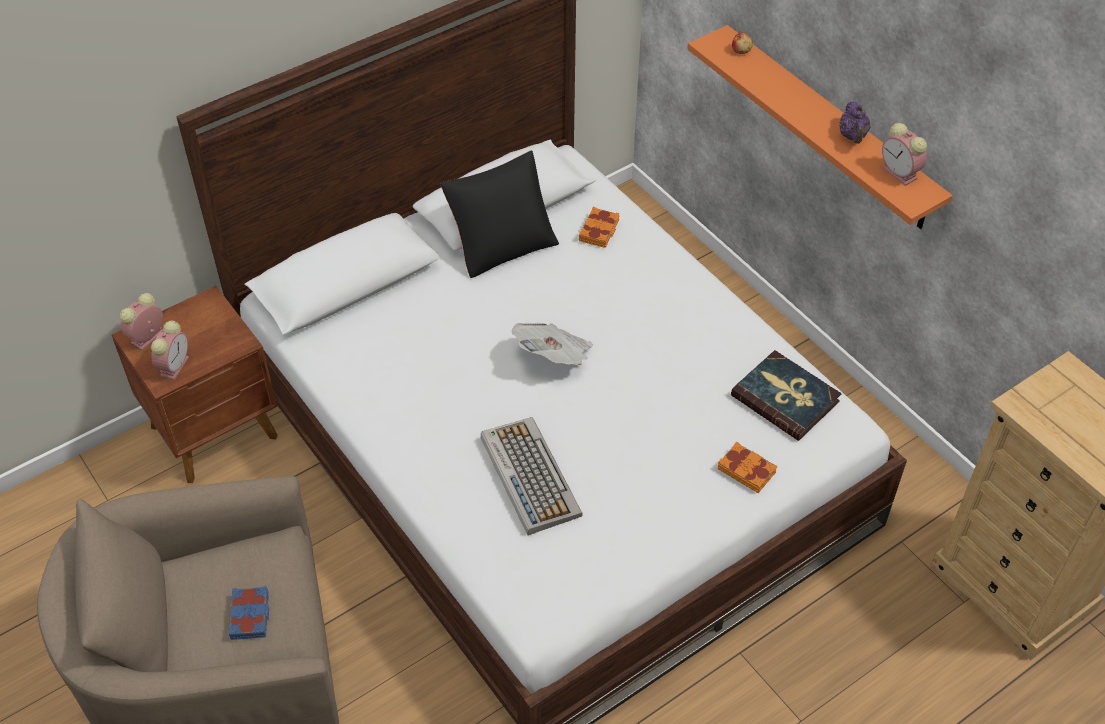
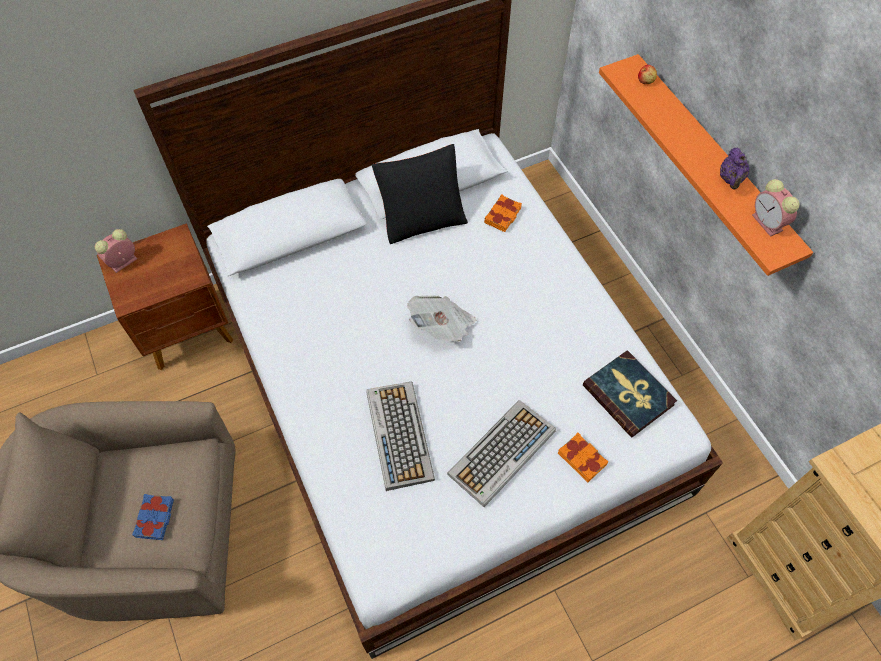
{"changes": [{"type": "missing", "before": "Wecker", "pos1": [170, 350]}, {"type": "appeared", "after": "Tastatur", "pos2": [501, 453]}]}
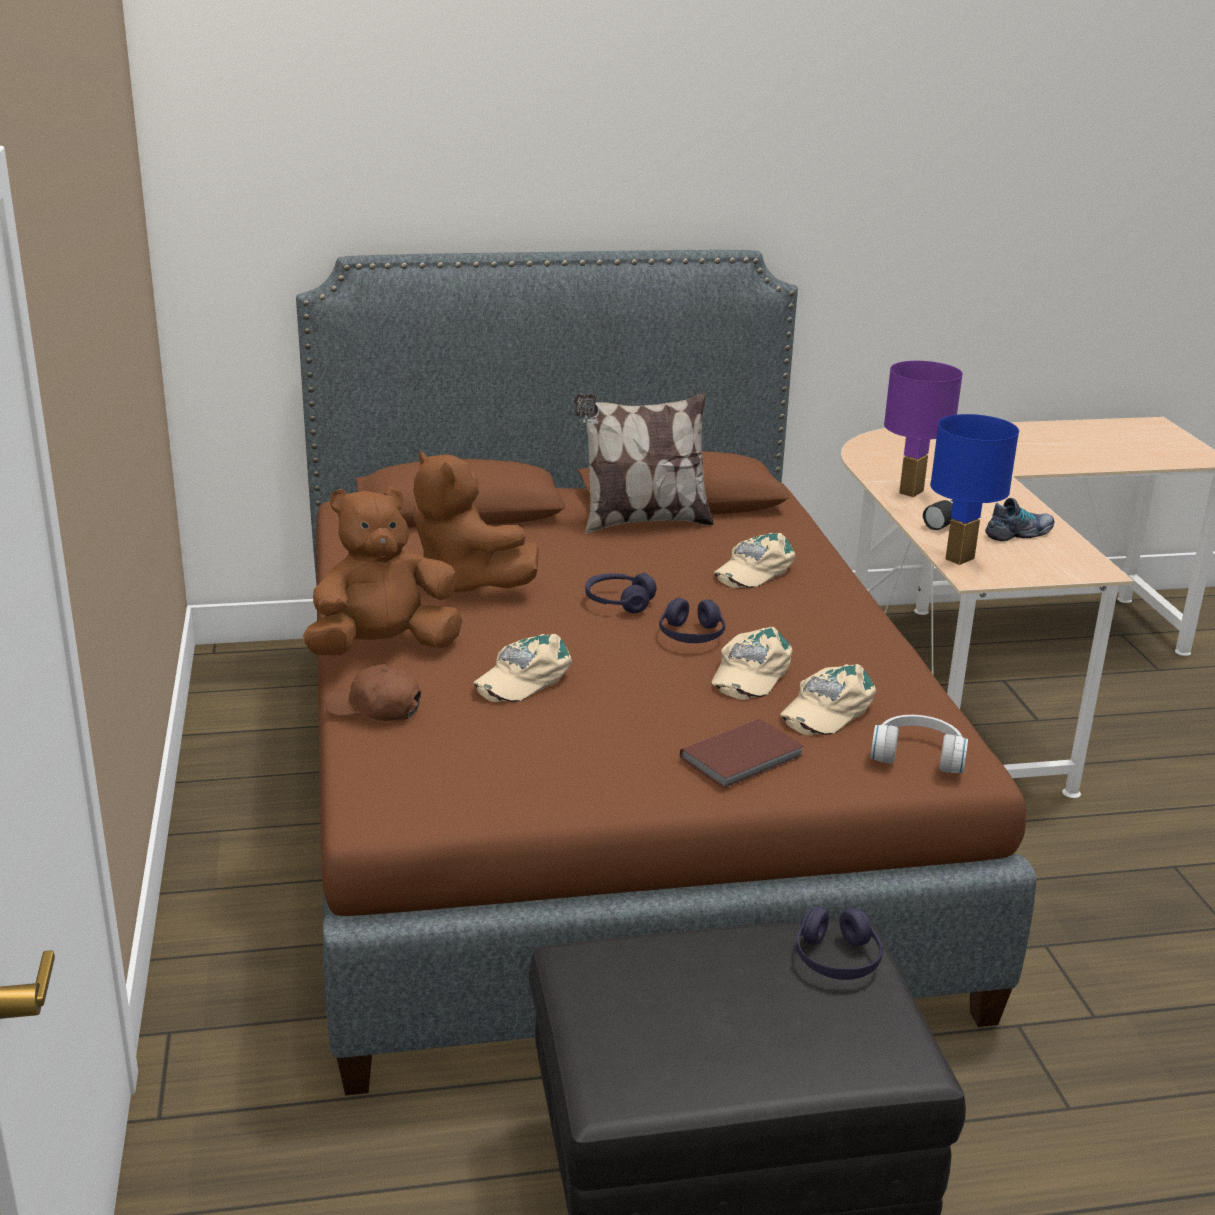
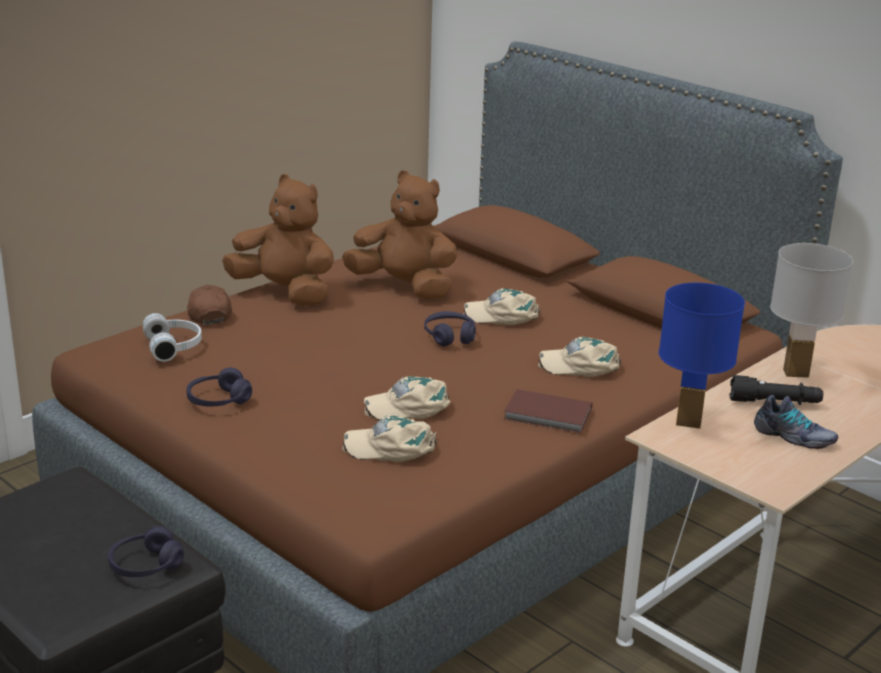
{"changes": [{"type": "missing", "before": "Kissen", "pos1": [644, 463]}, {"type": "relocated", "before": "Kappe (beige)", "pos1": [522, 668], "pos2": [501, 306]}, {"type": "relocated", "before": "Kopfhörer (lila)", "pos1": [692, 620], "pos2": [219, 387]}, {"type": "relocated", "before": "Buch (braun)", "pos1": [742, 754], "pos2": [548, 411]}, {"type": "relocated", "before": "Kopfhörer (weiß)", "pos1": [919, 744], "pos2": [172, 337]}, {"type": "colour", "before": "Tischlampe (lila)", "after": "Tischlampe (weiß)", "pos1": [923, 429], "pos2": [811, 310]}, {"type": "spun", "before": "Plüschtier (braun)", "pos1": [476, 524], "pos2": [399, 234], "turn": 105}]}
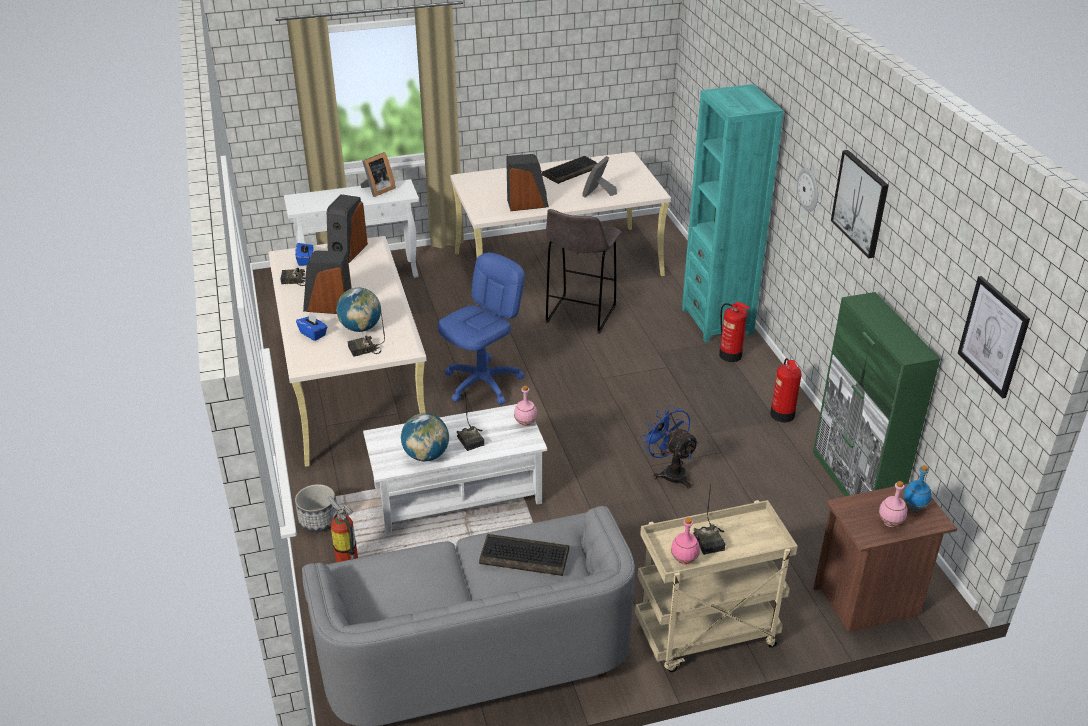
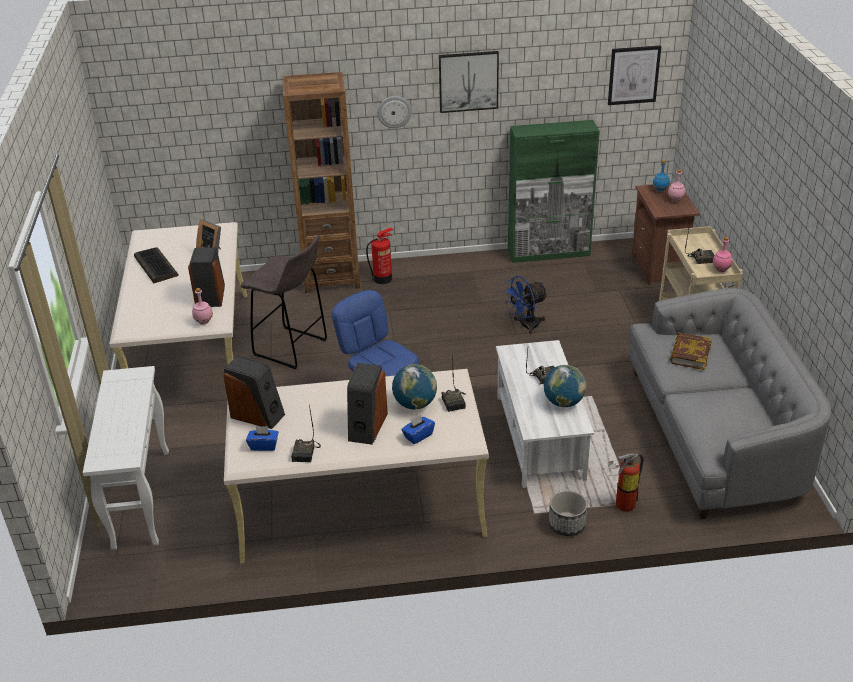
{"changes": [{"type": "missing", "before": "Bilderrahmen", "pos1": [378, 174]}, {"type": "missing", "before": "Feuerlöscher", "pos1": [786, 390]}, {"type": "relocated", "before": "Flasche (rosa)", "pos1": [525, 406], "pos2": [202, 306]}, {"type": "exchanged", "before": "Tastatur", "after": "Buch", "pos1": [524, 555], "pos2": [691, 351]}, {"type": "colour", "before": "Bücherregal (türkis)", "after": "Bücherregal (braun)", "pos1": [733, 213], "pos2": [321, 182]}]}
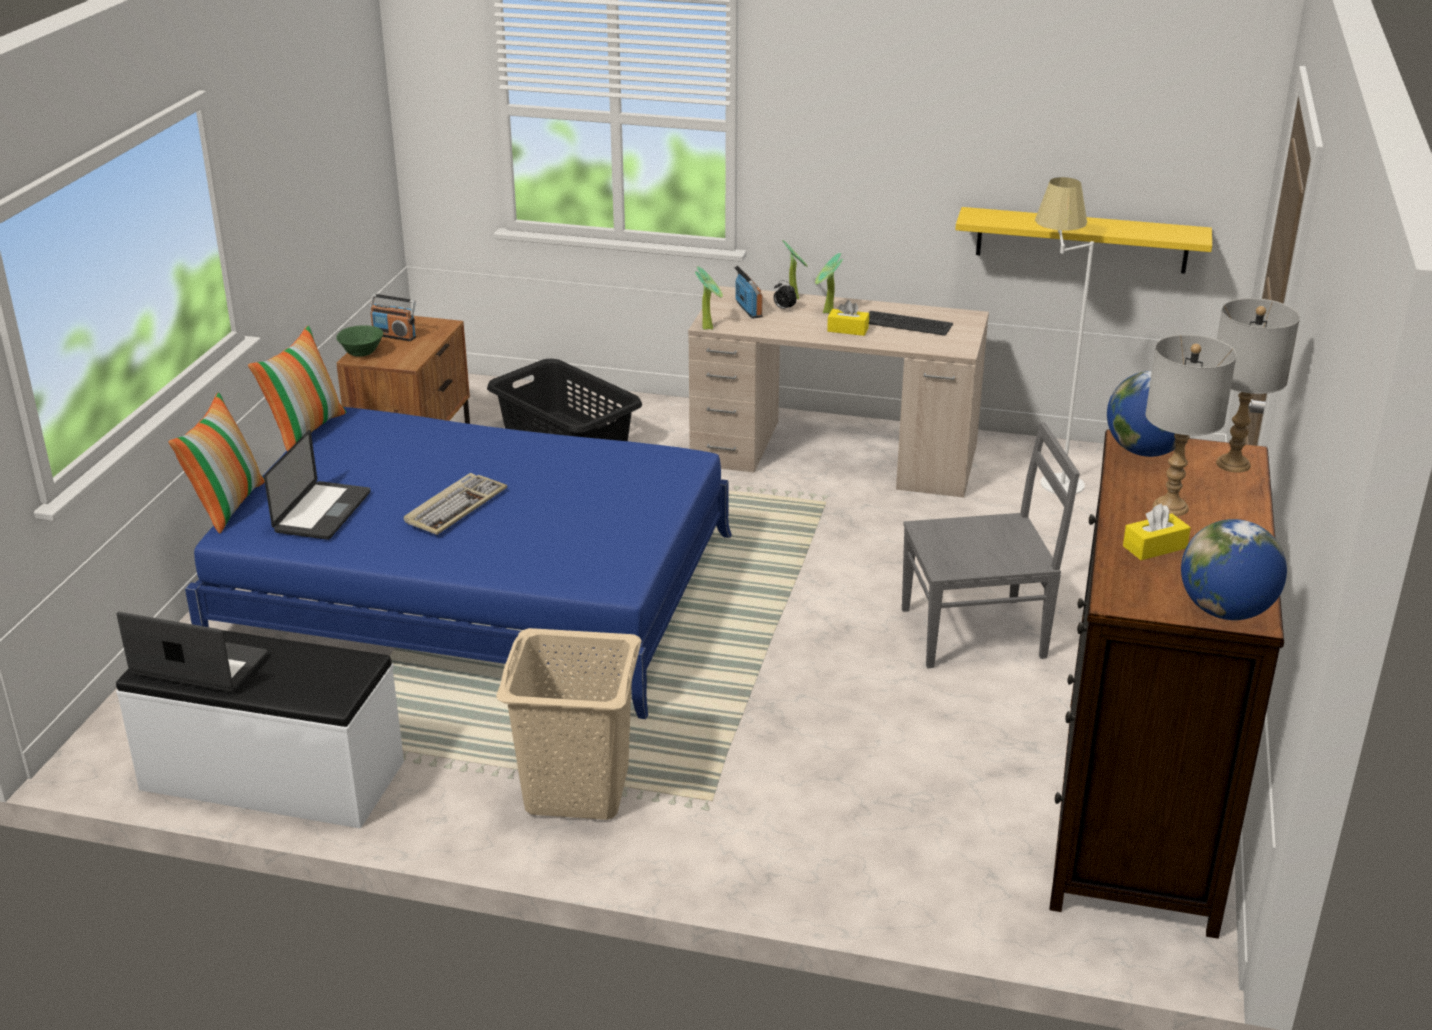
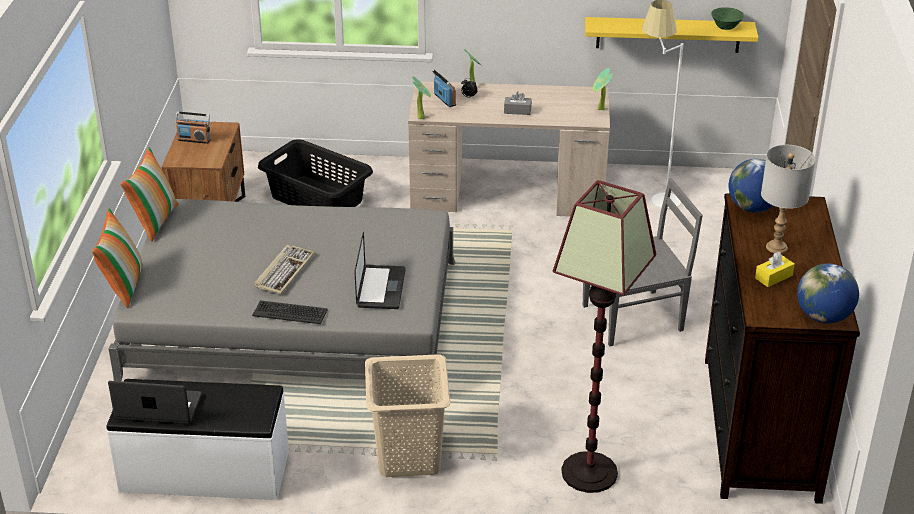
{"changes": [{"type": "missing", "before": "Tischlampe (grau)", "pos1": [1258, 385]}, {"type": "appeared", "after": "Stehlampe", "pos2": [604, 336]}, {"type": "relocated", "before": "Laptop", "pos1": [317, 485], "pos2": [380, 270]}, {"type": "relocated", "before": "Schüssel (grün)", "pos1": [359, 341], "pos2": [727, 18]}, {"type": "relocated", "before": "Topfpflanze", "pos1": [829, 283], "pos2": [602, 89]}, {"type": "relocated", "before": "Tastatur", "pos1": [911, 323], "pos2": [290, 312]}, {"type": "colour", "before": "Bett (blau)", "after": "Bett (grau)", "pos1": [458, 563], "pos2": [281, 293]}, {"type": "colour", "before": "Taschentuchbox (gelb)", "after": "Taschentuchbox (grau)", "pos1": [848, 318], "pos2": [518, 103]}]}
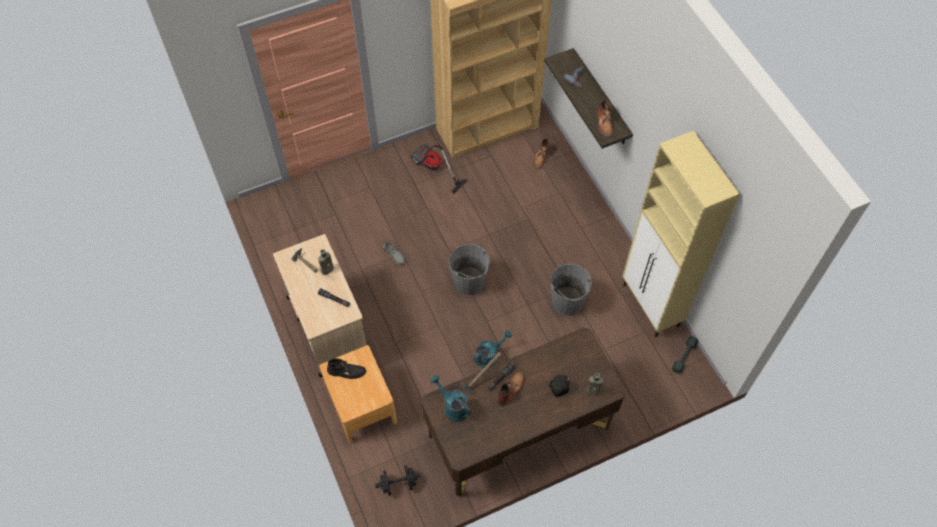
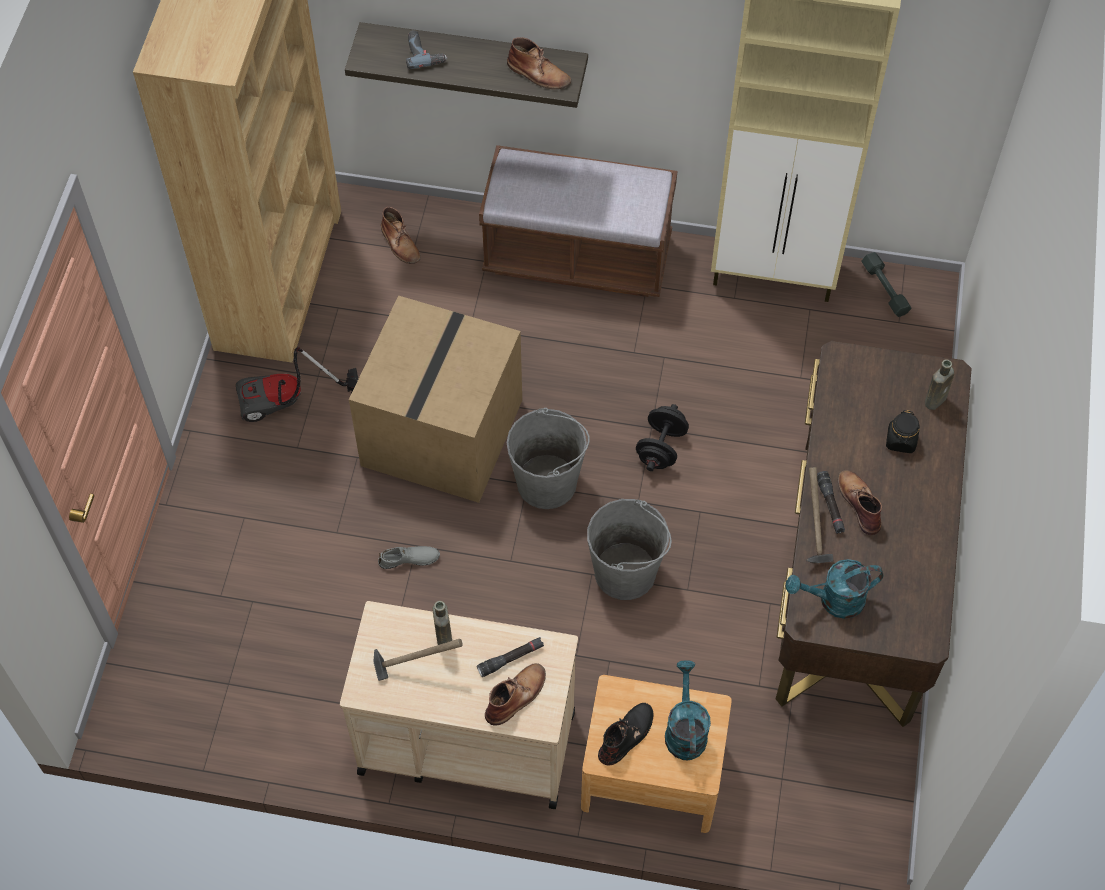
{"changes": [{"type": "appeared", "after": "Karton", "pos2": [435, 399]}, {"type": "appeared", "after": "Bank (braun)", "pos2": [578, 221]}, {"type": "appeared", "after": "Stiefel (braun)", "pos2": [515, 694]}, {"type": "relocated", "before": "Hantel (schwarz)", "pos1": [397, 480], "pos2": [662, 437]}, {"type": "relocated", "before": "Gießkanne (türkis)", "pos1": [492, 349], "pos2": [688, 710]}, {"type": "relocated", "before": "Eimer (grau)", "pos1": [571, 290], "pos2": [629, 549]}]}
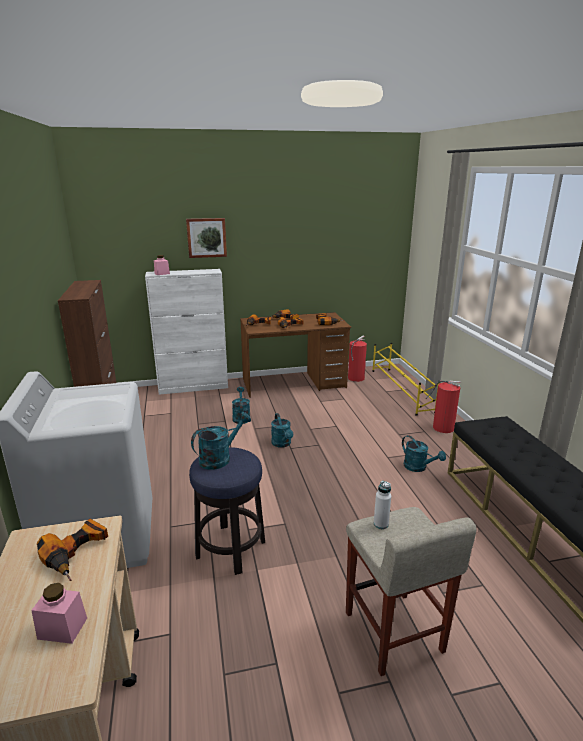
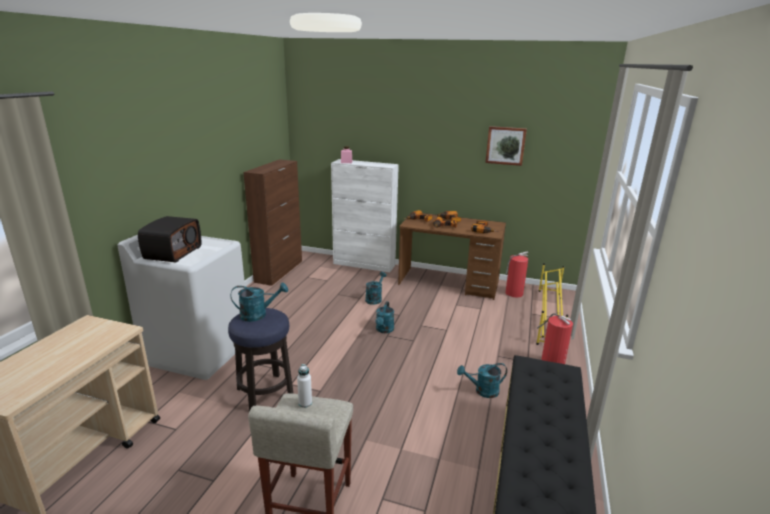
{"changes": [{"type": "missing", "before": "Vorratsglas (rosa)", "pos1": [59, 613]}, {"type": "missing", "before": "Bohrmaschine", "pos1": [72, 550]}, {"type": "appeared", "after": "Radio", "pos2": [169, 239]}, {"type": "relocated", "before": "Bild", "pos1": [206, 238], "pos2": [506, 146]}, {"type": "spun", "before": "Gießkanne (türkis)", "pos1": [424, 453], "pos2": [482, 380], "turn": 90}]}
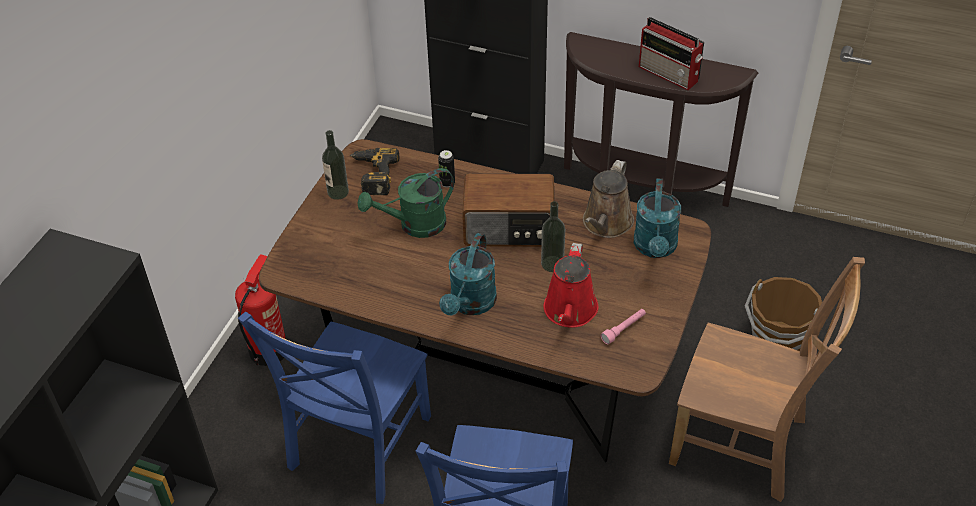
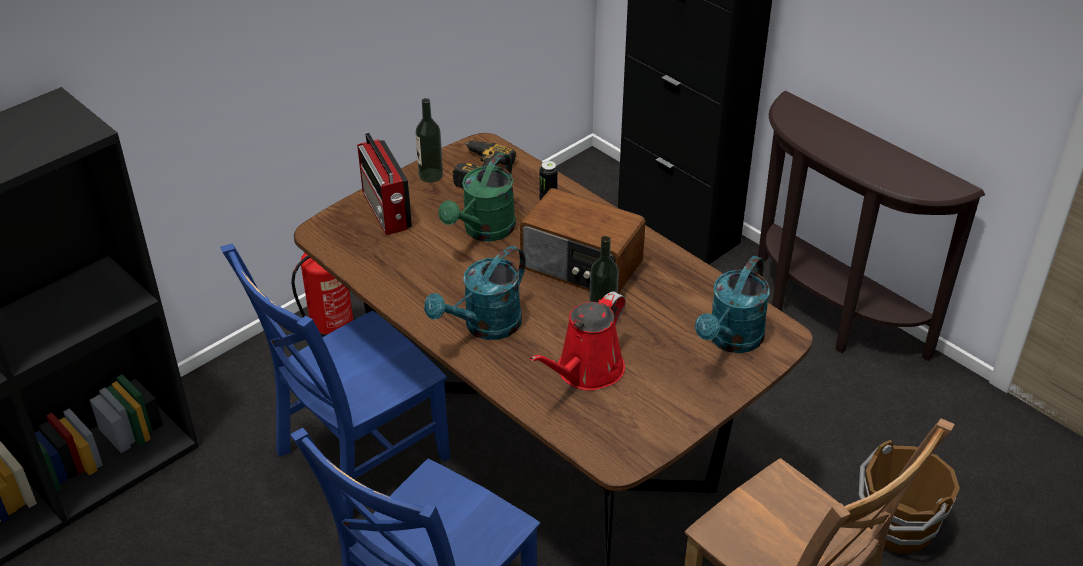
{"changes": [{"type": "missing", "before": "Gießkanne (braun)", "pos1": [608, 199]}, {"type": "missing", "before": "Taschenlampe (rosa)", "pos1": [623, 326]}, {"type": "relocated", "before": "Radio", "pos1": [671, 53], "pos2": [384, 183]}, {"type": "spun", "before": "Gießkanne (grün)", "pos1": [406, 203], "pos2": [477, 197], "turn": -60}]}
